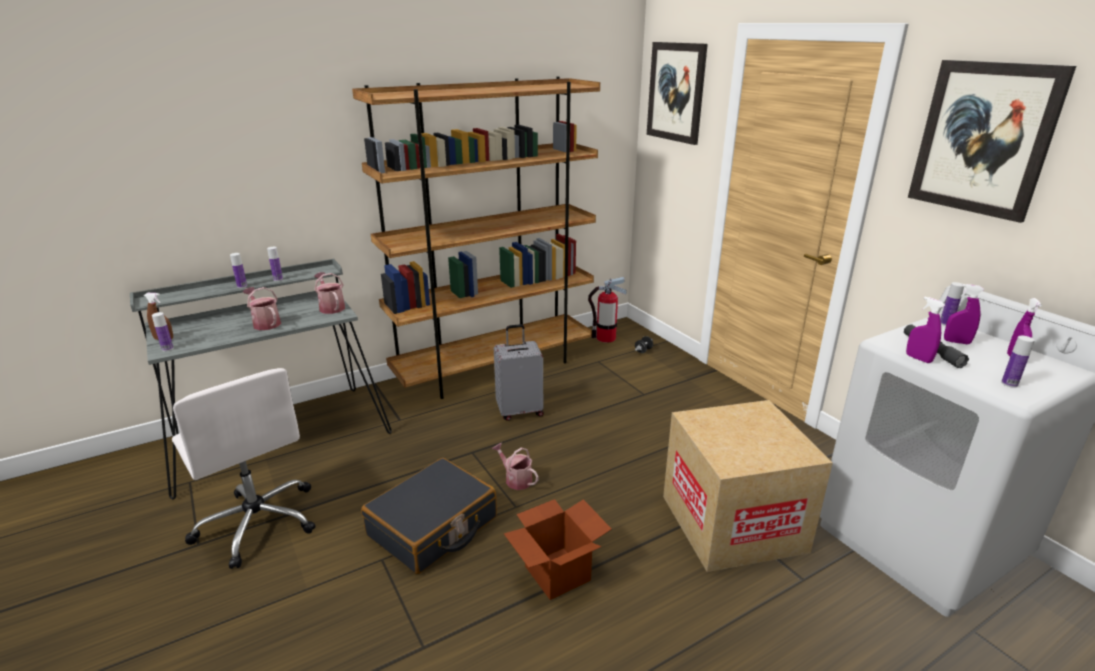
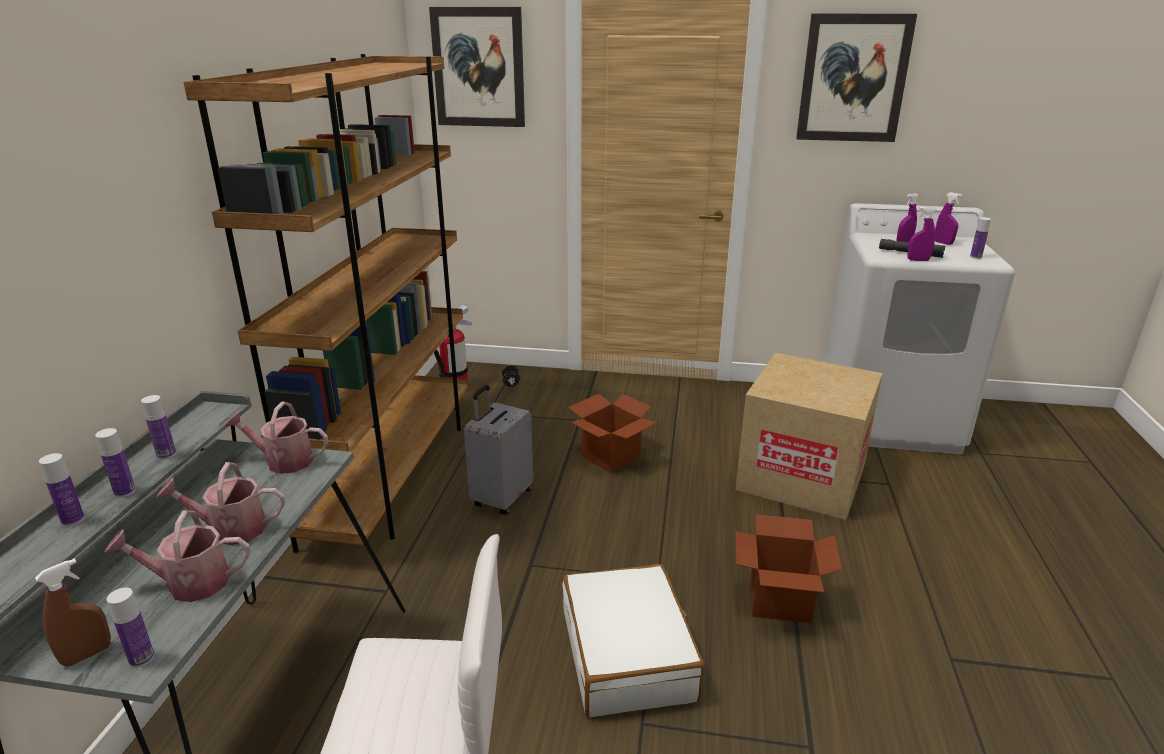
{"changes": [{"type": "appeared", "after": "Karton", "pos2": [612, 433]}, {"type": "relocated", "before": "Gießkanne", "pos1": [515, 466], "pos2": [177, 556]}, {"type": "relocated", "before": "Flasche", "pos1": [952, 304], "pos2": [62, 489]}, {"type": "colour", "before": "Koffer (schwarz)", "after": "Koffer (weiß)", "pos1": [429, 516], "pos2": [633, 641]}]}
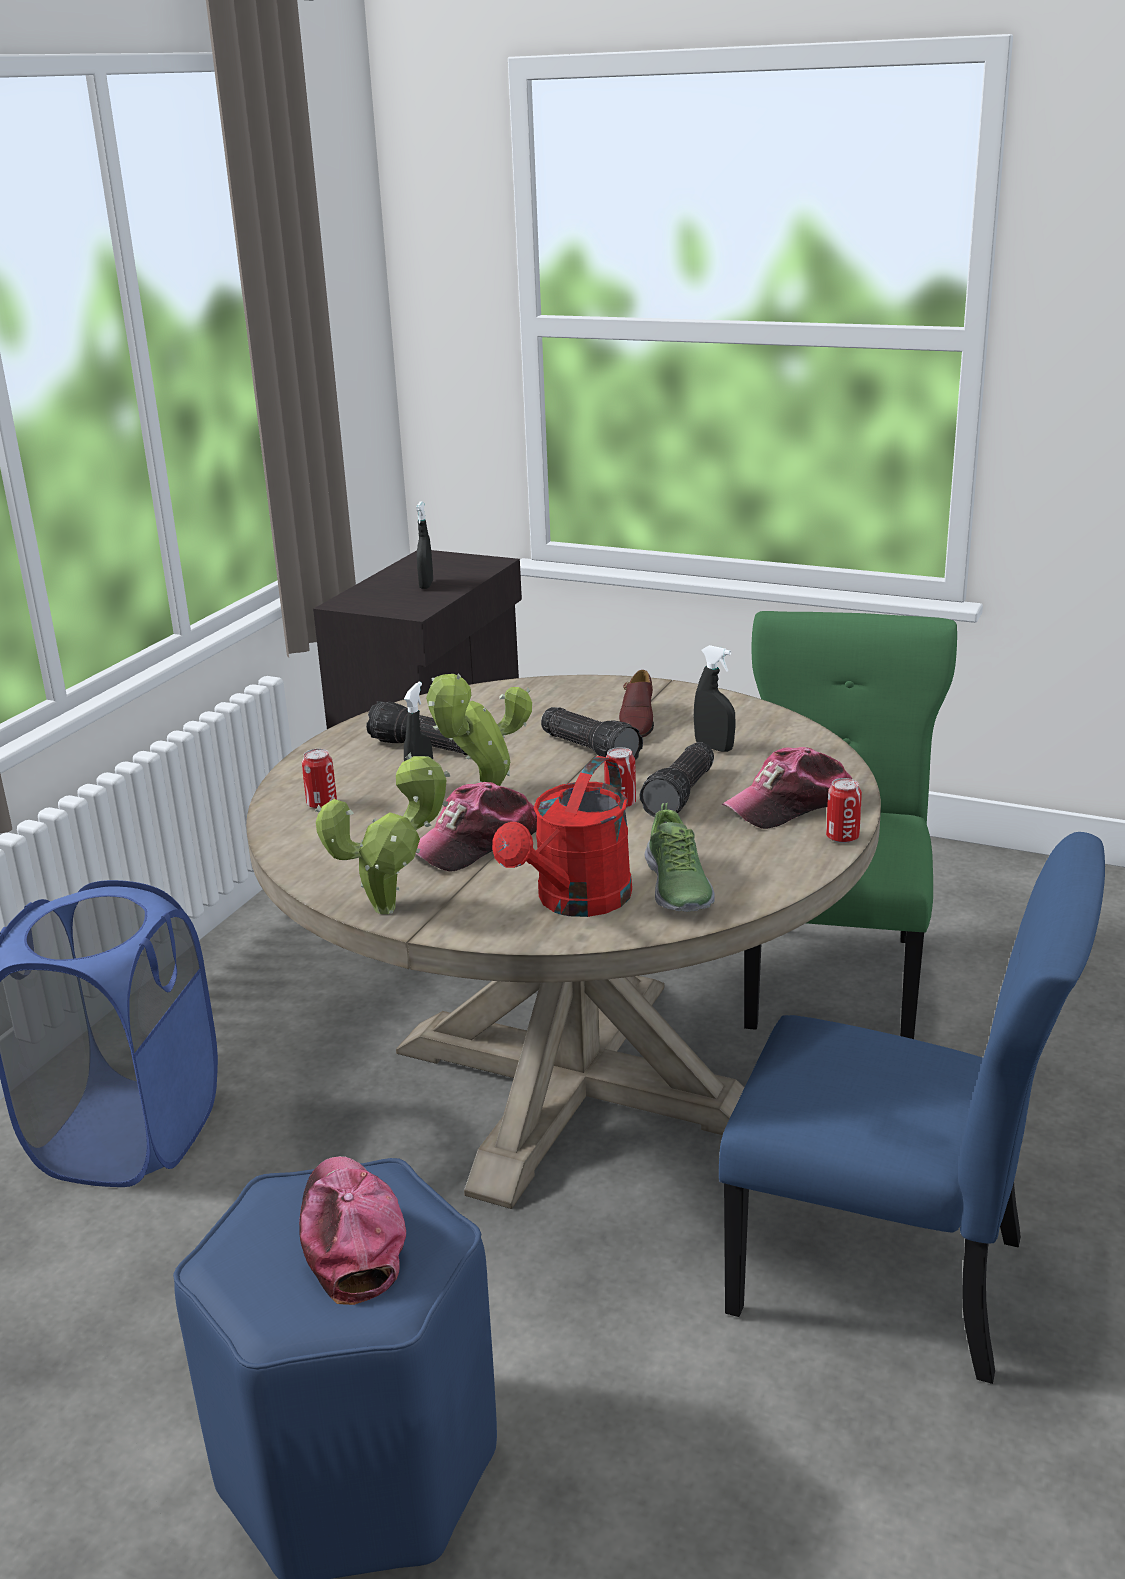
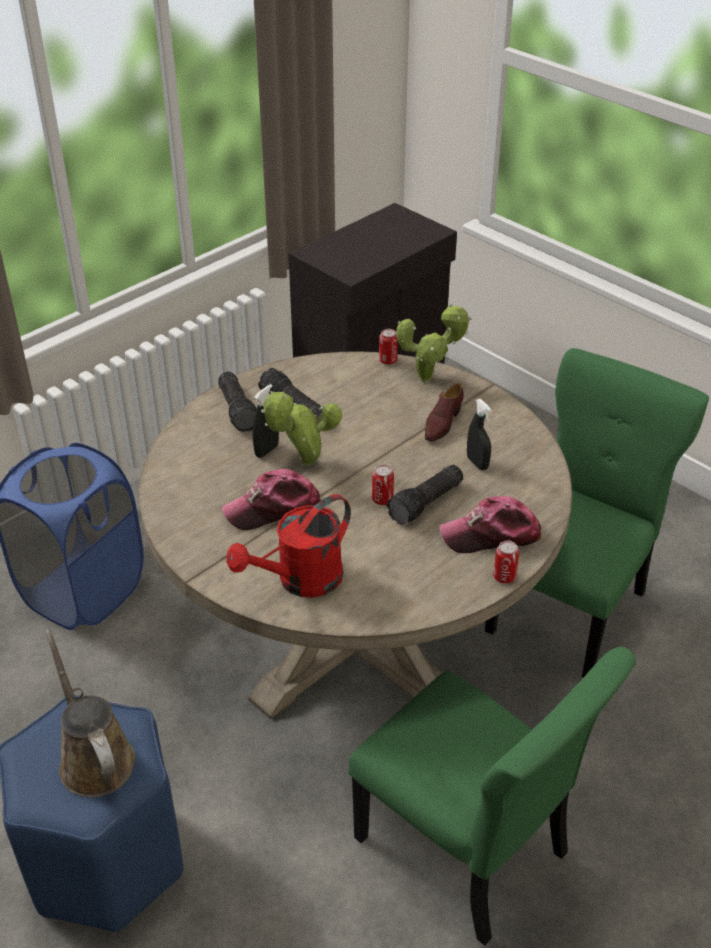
{"changes": [{"type": "missing", "before": "Sprühflasche (schwarz)", "pos1": [424, 545]}, {"type": "missing", "before": "Schuh", "pos1": [679, 857]}, {"type": "relocated", "before": "Dose", "pos1": [319, 779], "pos2": [388, 347]}, {"type": "relocated", "before": "Topfpflanze", "pos1": [382, 833], "pos2": [434, 343]}, {"type": "relocated", "before": "Taschenlampe", "pos1": [592, 734], "pos2": [237, 402]}, {"type": "exchanged", "before": "Kappe", "after": "Gießkanne (braun)", "pos1": [352, 1230], "pos2": [90, 713]}, {"type": "colour", "before": "Stuhl (blau)", "after": "Stuhl (grün)", "pos1": [912, 1108], "pos2": [492, 796]}]}
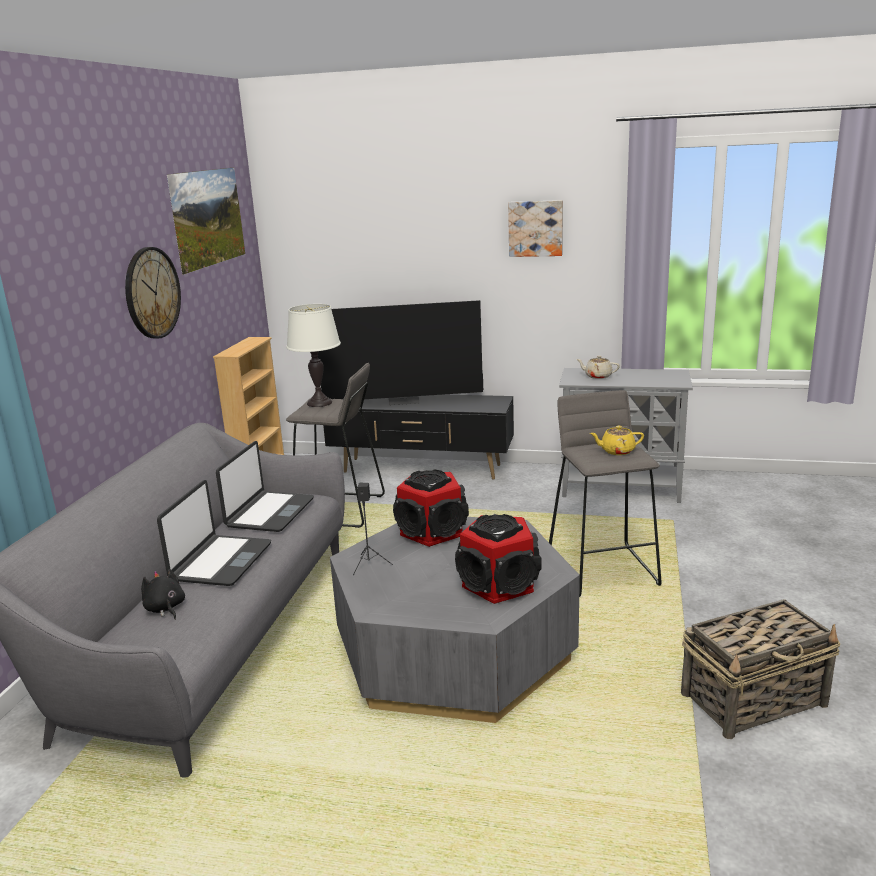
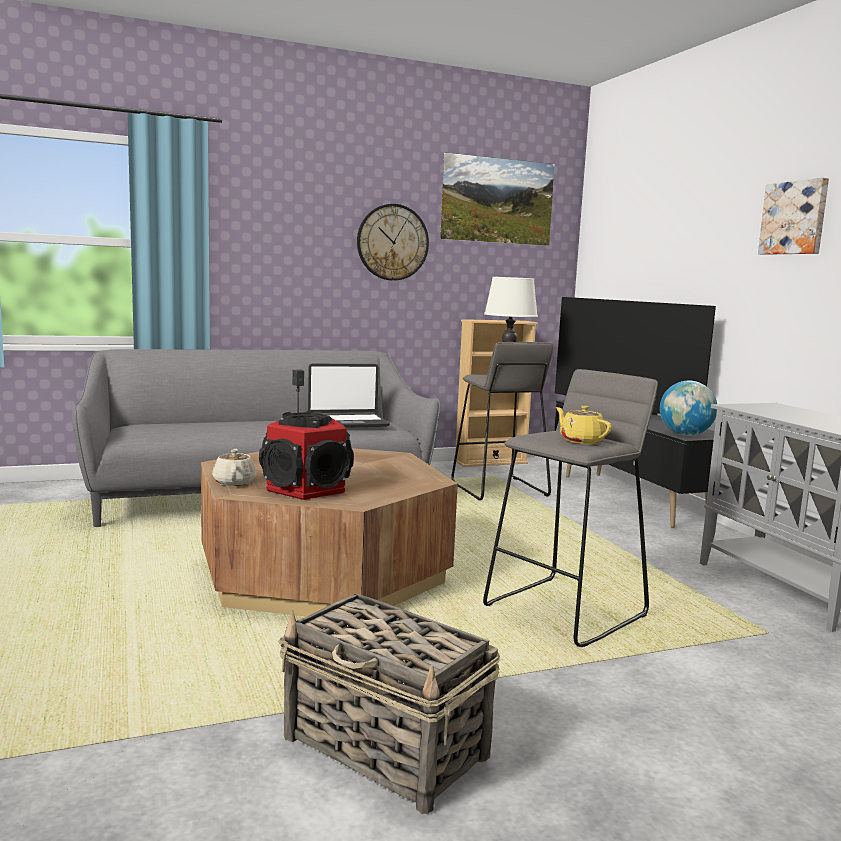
{"changes": [{"type": "missing", "before": "Plüschtier (schwarz)", "pos1": [163, 594]}, {"type": "missing", "before": "Laptop", "pos1": [214, 533]}, {"type": "missing", "before": "Lautsprecher", "pos1": [431, 508]}, {"type": "appeared", "after": "Globus", "pos2": [688, 408]}, {"type": "relocated", "before": "Teekanne (beige)", "pos1": [598, 367], "pos2": [234, 467]}, {"type": "colour", "before": "Couchtisch (grau)", "after": "Couchtisch (braun)", "pos1": [455, 620], "pos2": [329, 532]}]}
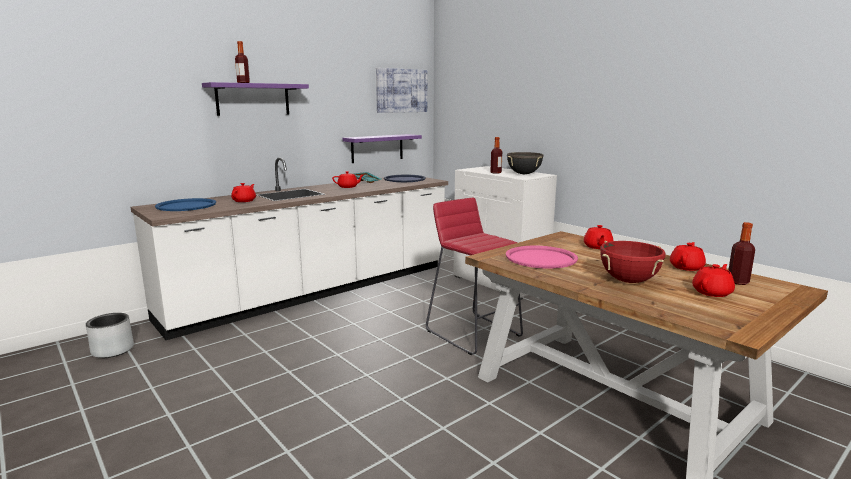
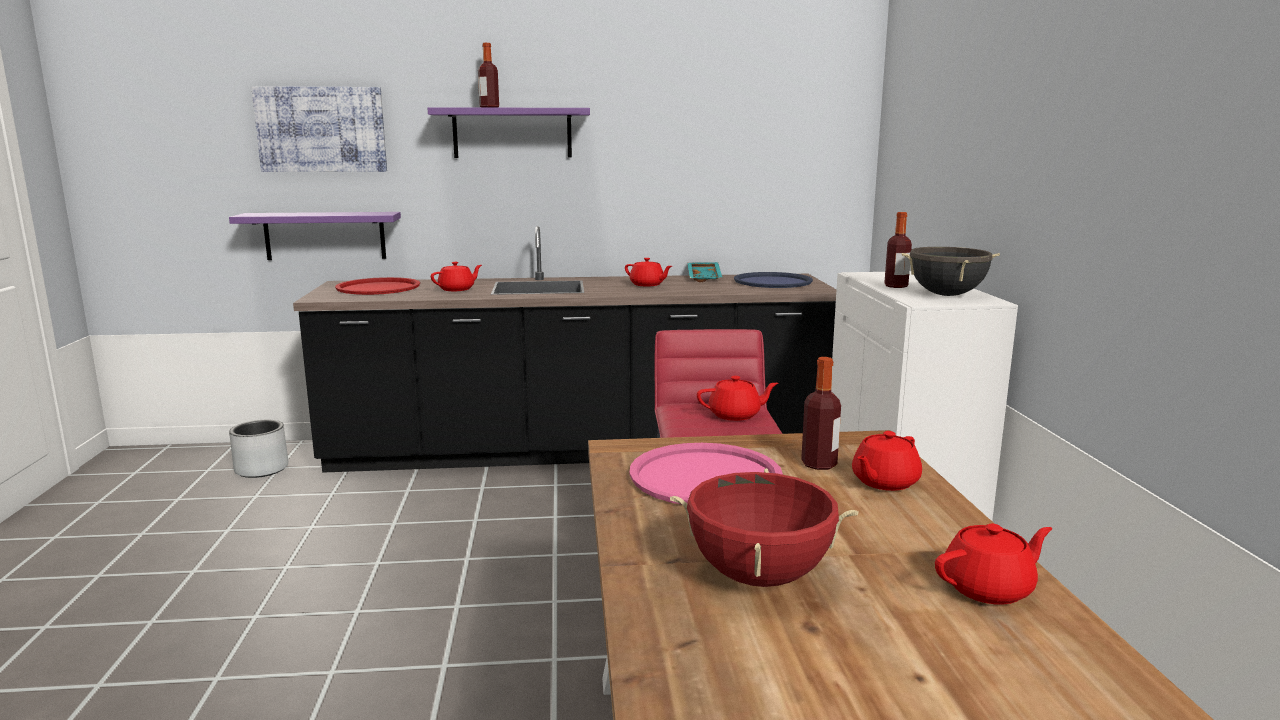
{"changes": [{"type": "relocated", "before": "Wandregal (lila)", "pos1": [382, 148], "pos2": [315, 236]}, {"type": "relocated", "before": "Bild", "pos1": [401, 90], "pos2": [319, 129]}, {"type": "relocated", "before": "Teekanne (rot)", "pos1": [713, 280], "pos2": [737, 398]}, {"type": "relocated", "before": "Flasche", "pos1": [741, 253], "pos2": [821, 413]}, {"type": "colour", "before": "Küchenzeile (weiß)", "after": "Küchenzeile (schwarz)", "pos1": [289, 248], "pos2": [564, 349]}, {"type": "colour", "before": "Tablett (blau)", "after": "Tablett (rot)", "pos1": [185, 204], "pos2": [377, 286]}]}
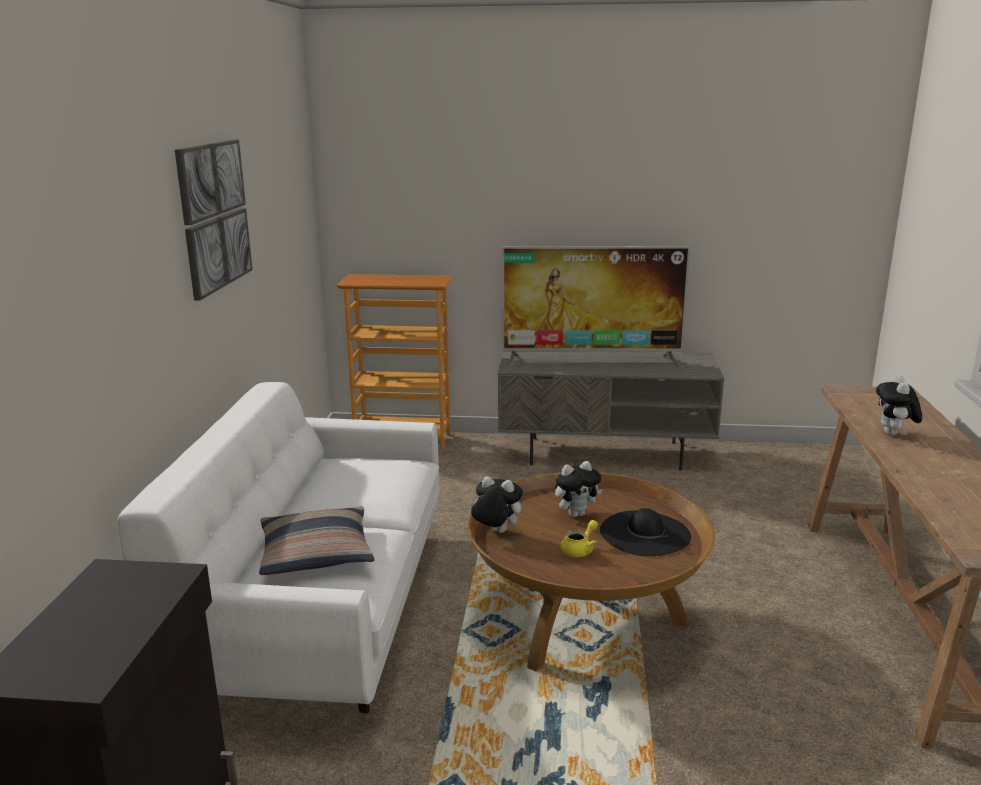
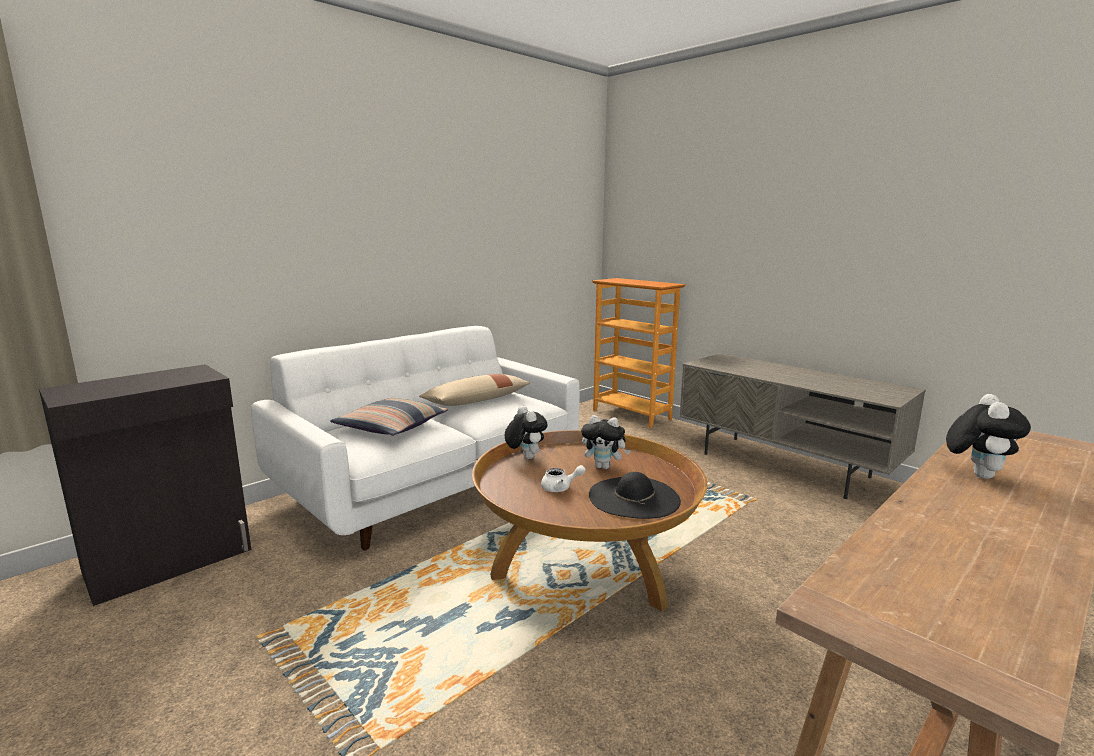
{"changes": [{"type": "missing", "before": "Bild", "pos1": [214, 220]}, {"type": "missing", "before": "Fernseher", "pos1": [596, 307]}, {"type": "appeared", "after": "Kissen (beige)", "pos2": [475, 390]}, {"type": "colour", "before": "Teekanne (gelb)", "after": "Teekanne (weiß)", "pos1": [579, 538], "pos2": [563, 478]}, {"type": "spun", "before": "Plüschtier", "pos1": [899, 405], "pos2": [988, 436], "turn": 150}]}
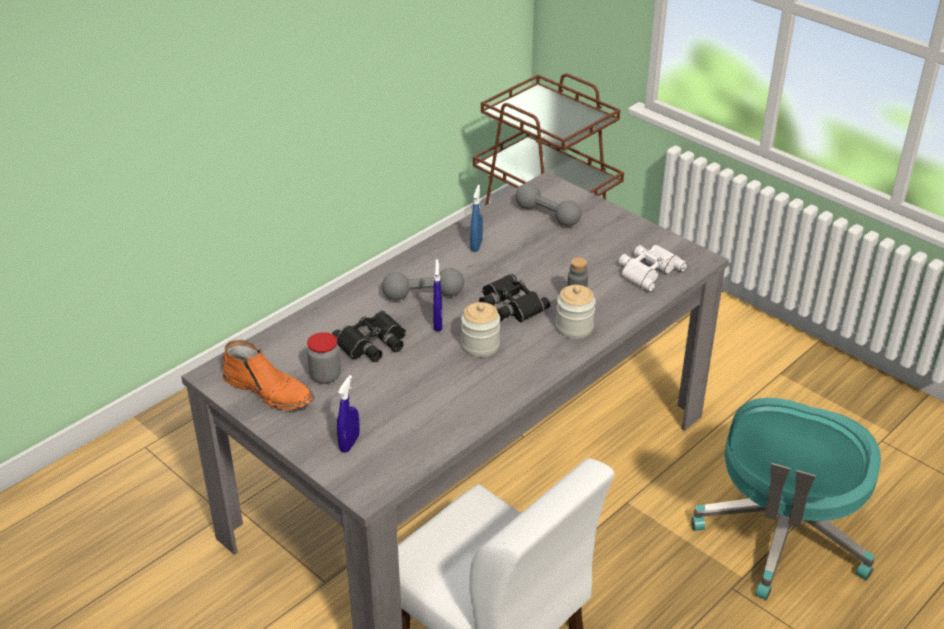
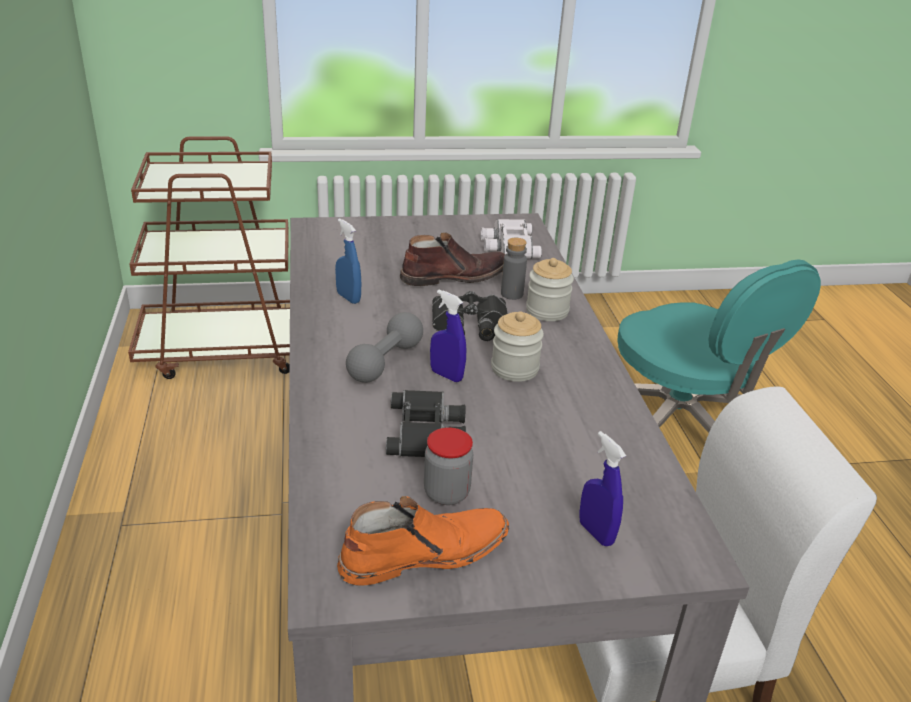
{"changes": [{"type": "missing", "before": "Hantel (grau)", "pos1": [548, 205]}, {"type": "appeared", "after": "Stiefel (braun)", "pos2": [452, 259]}]}
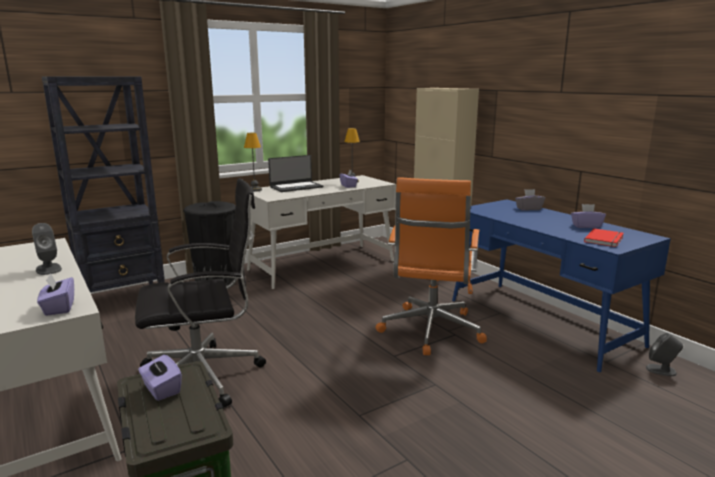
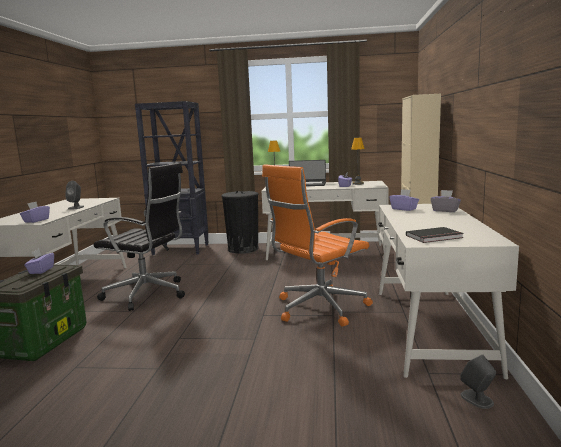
{"changes": [{"type": "relocated", "before": "Taschentuchbox (lila)", "pos1": [588, 216], "pos2": [404, 200]}, {"type": "colour", "before": "Schreibtisch (blau)", "after": "Schreibtisch (weiß)", "pos1": [561, 285], "pos2": [448, 291]}, {"type": "colour", "before": "Buch (rot)", "after": "Buch (schwarz)", "pos1": [604, 237], "pos2": [435, 235]}]}
